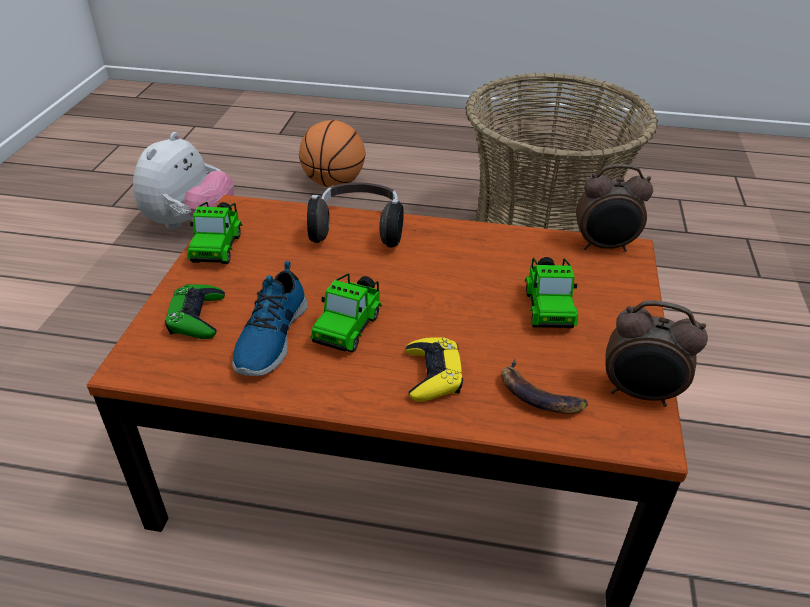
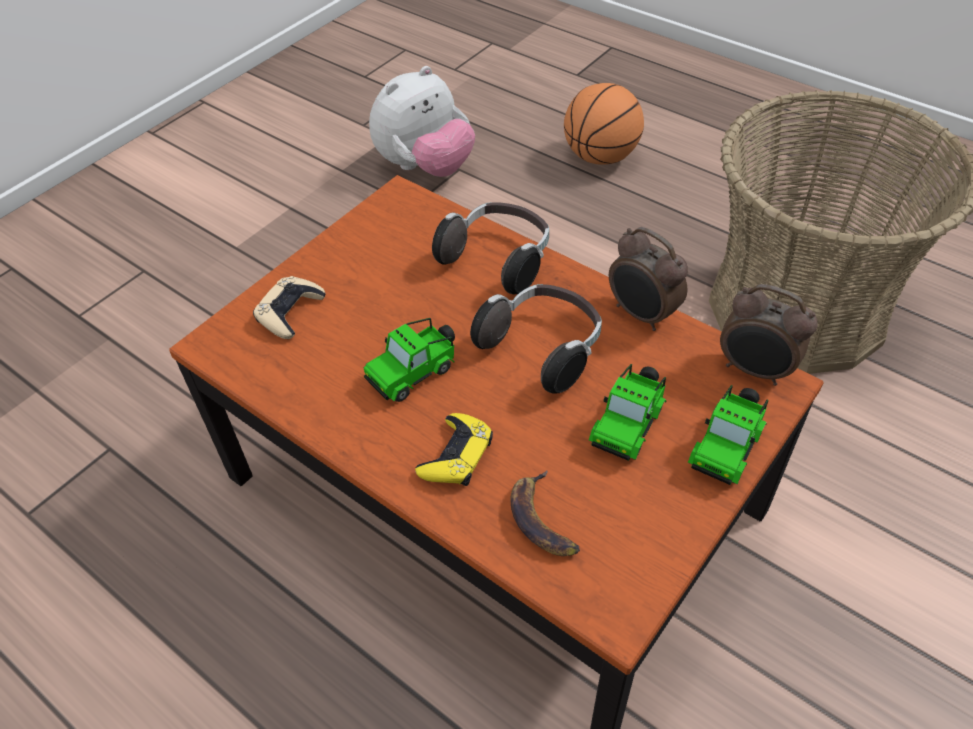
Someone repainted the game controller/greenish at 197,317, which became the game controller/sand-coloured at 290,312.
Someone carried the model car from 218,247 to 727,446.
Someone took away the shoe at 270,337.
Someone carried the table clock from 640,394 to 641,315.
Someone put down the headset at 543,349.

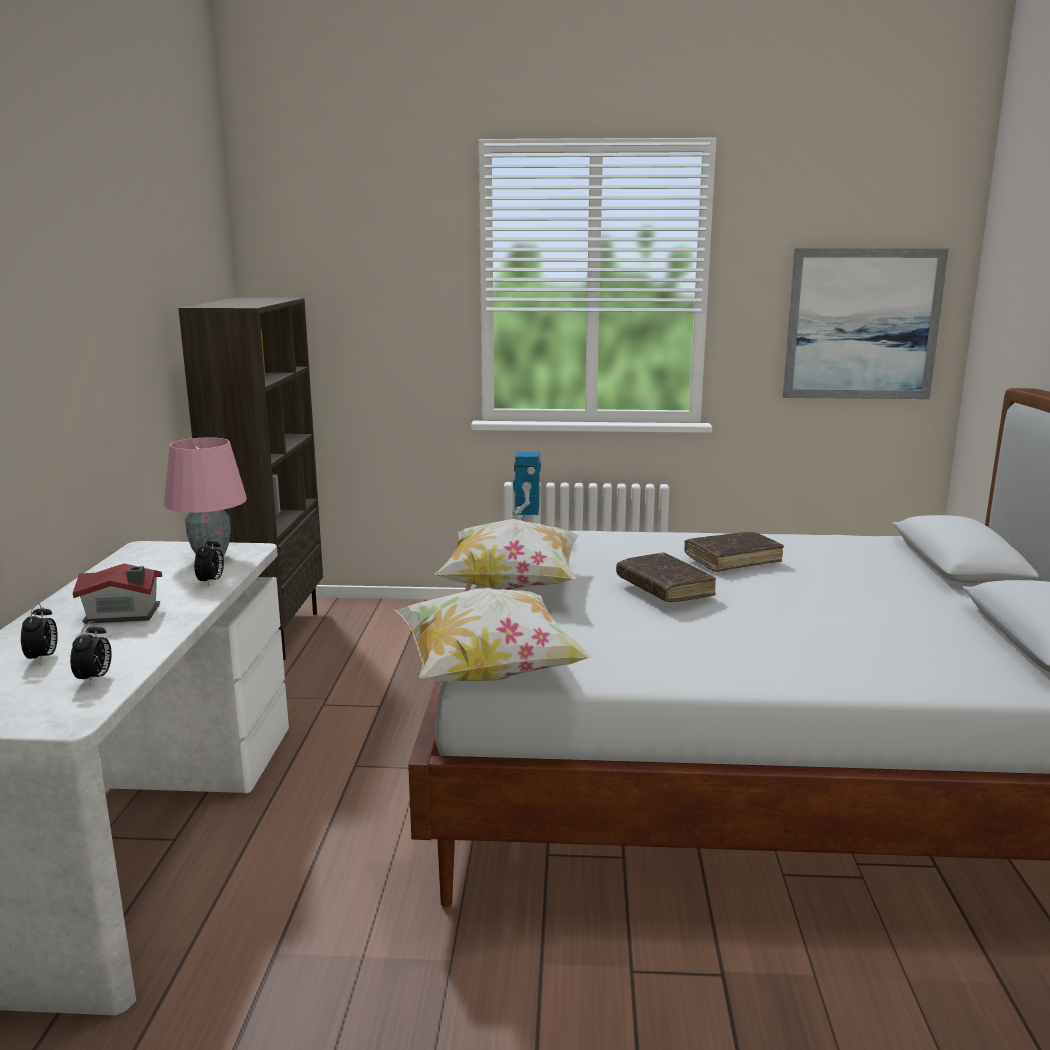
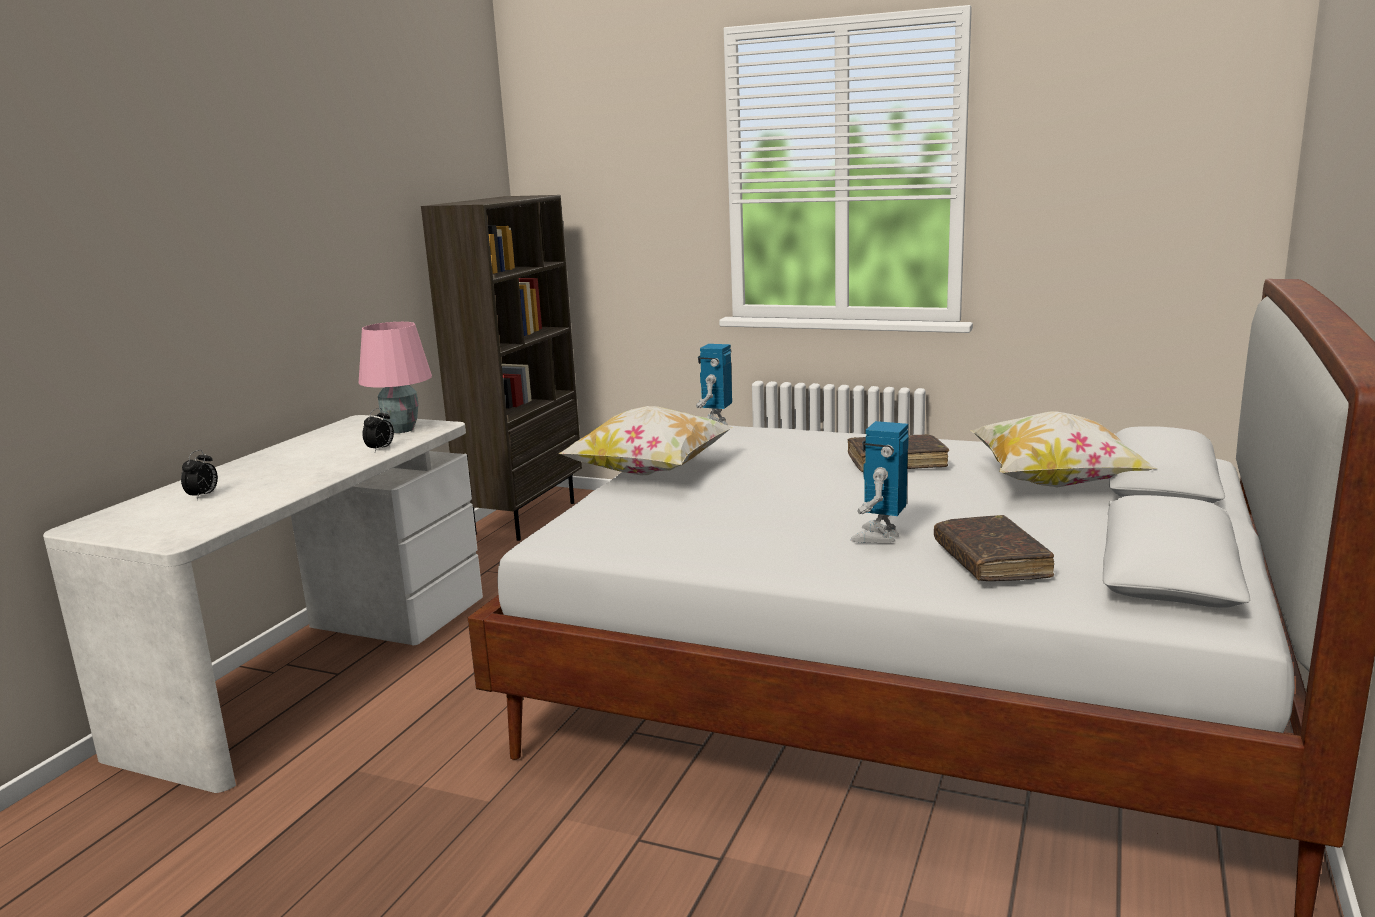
Someone took away the table clock at 95,678.
Someone took away the toy house at 124,614.
Someone carried the pillow from 488,671 to 1054,483.
Someone carried the bound book/brownish from 664,588 to 991,561.
Someone took away the wall art at 862,324.
Someone put down the robot figure at 879,536.

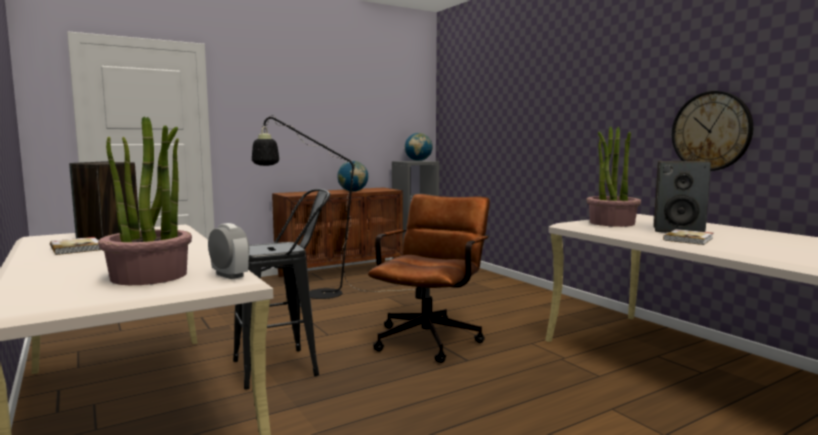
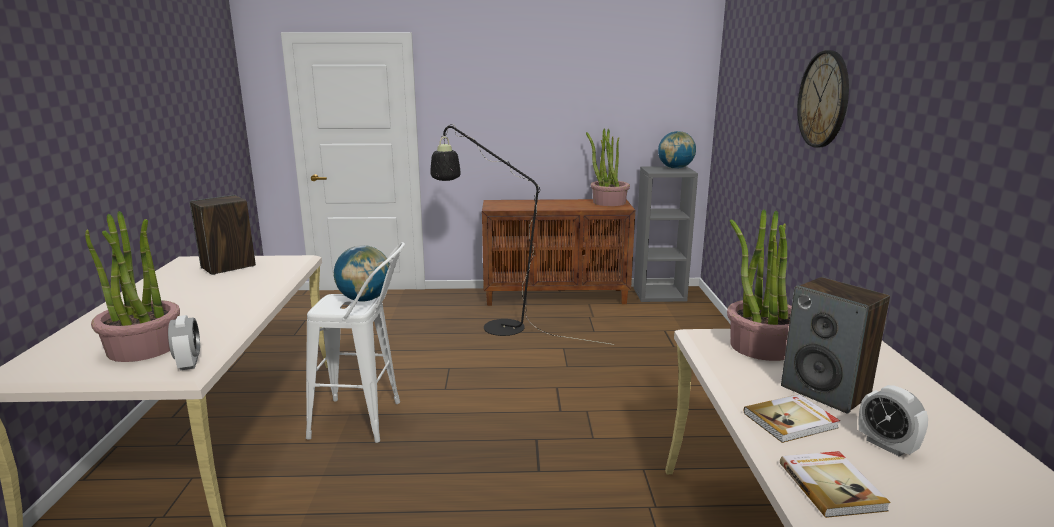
Someone carried the bound book from 76,248 to 832,486.
Someone repainted the sitting stool/blackish at 285,366, which became the sitting stool/whitish at 366,421.
Someone carried the globe from 353,191 to 365,299.
Someone took away the desk chair/brownish at 431,337.
Someone carried the wall clock from 711,131 to 823,99.
Someone put down the plant in a pot at 608,202.
Someone put down the table clock at 887,445.

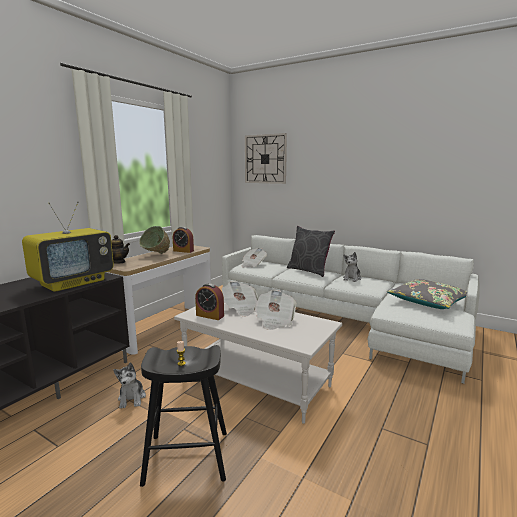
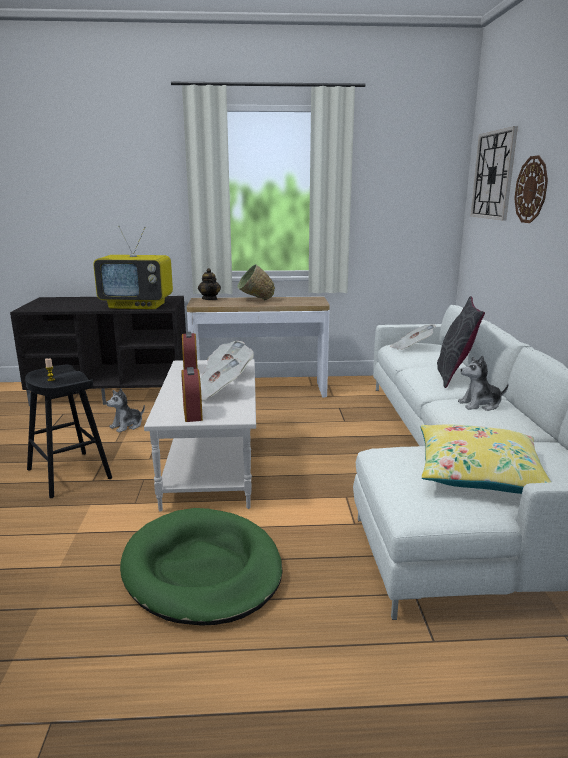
Someone carried the table clock from 183,251 to 192,414.
Someone repainted the pillow/gray at 428,301, which became the pillow/yellowish at 479,473.
Someone put down the dog cushion/greenish at 202,570.
Someone put up the wall clock at 531,190.

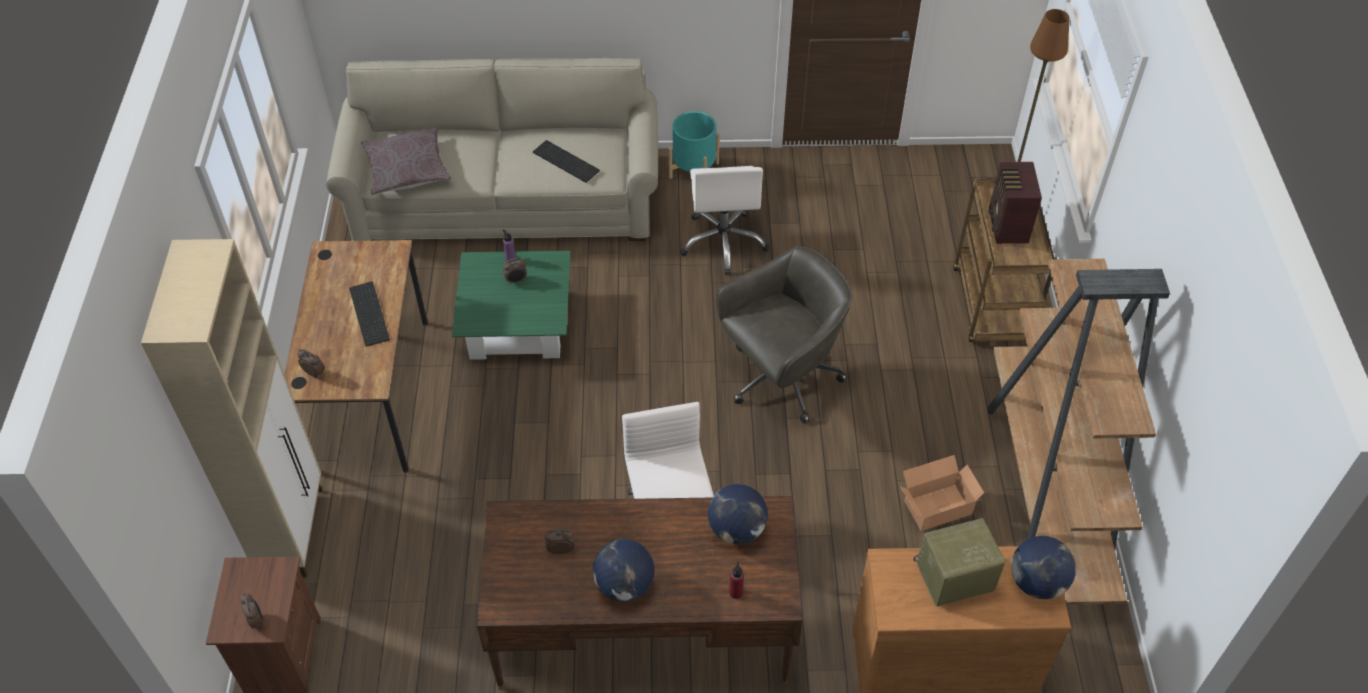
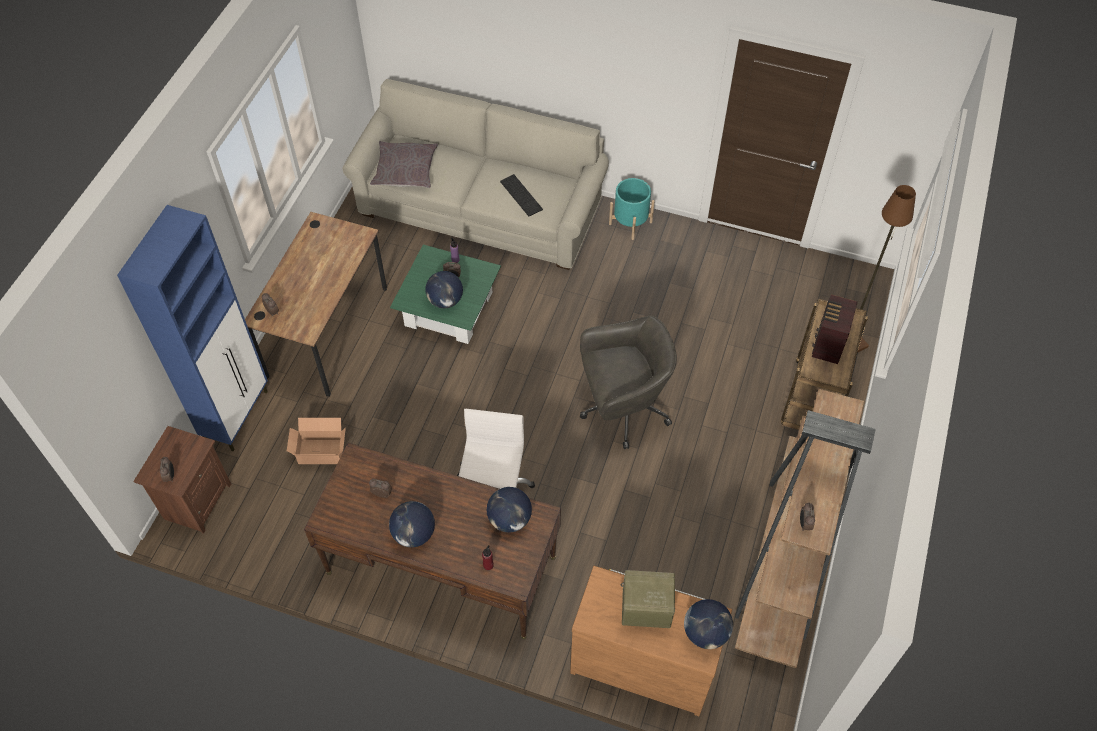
Someone repainted the storage cabinet/sand-coloured at 293,531, which became the storage cabinet/blue-coloured at 237,415.
Someone took away the PC keyboard at 371,314.
Someone took away the desk chair/whitish at 723,242.
Someone carried the packing box from 935,506 to 320,450.
Someone put down the globe at 445,301.
Someone put down the table clock at 804,524.

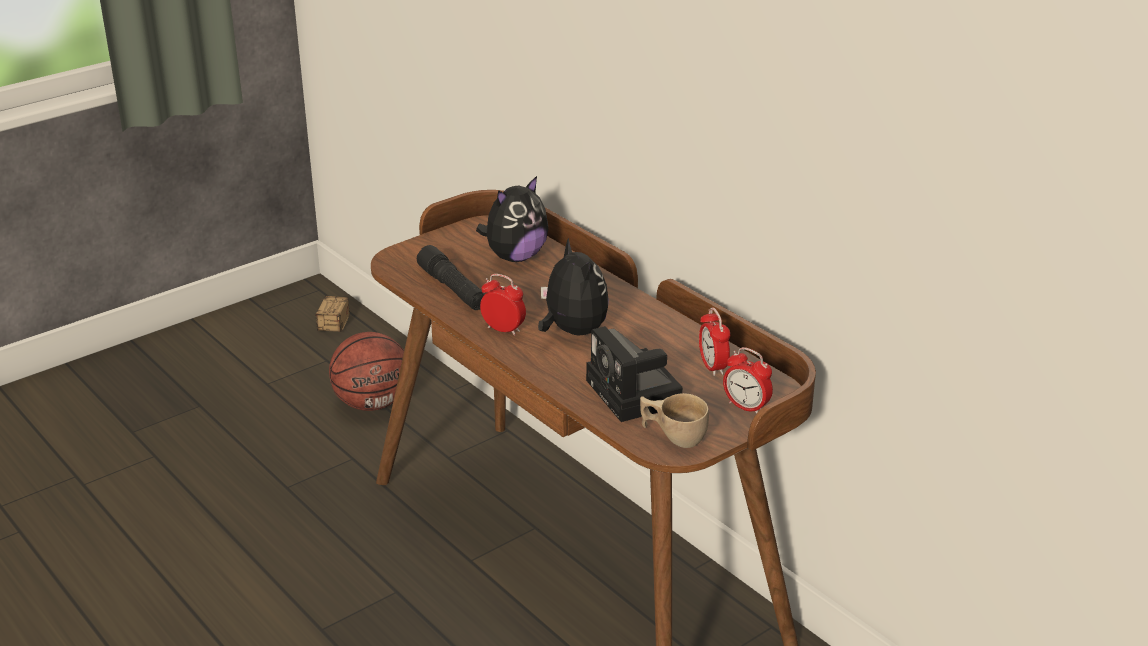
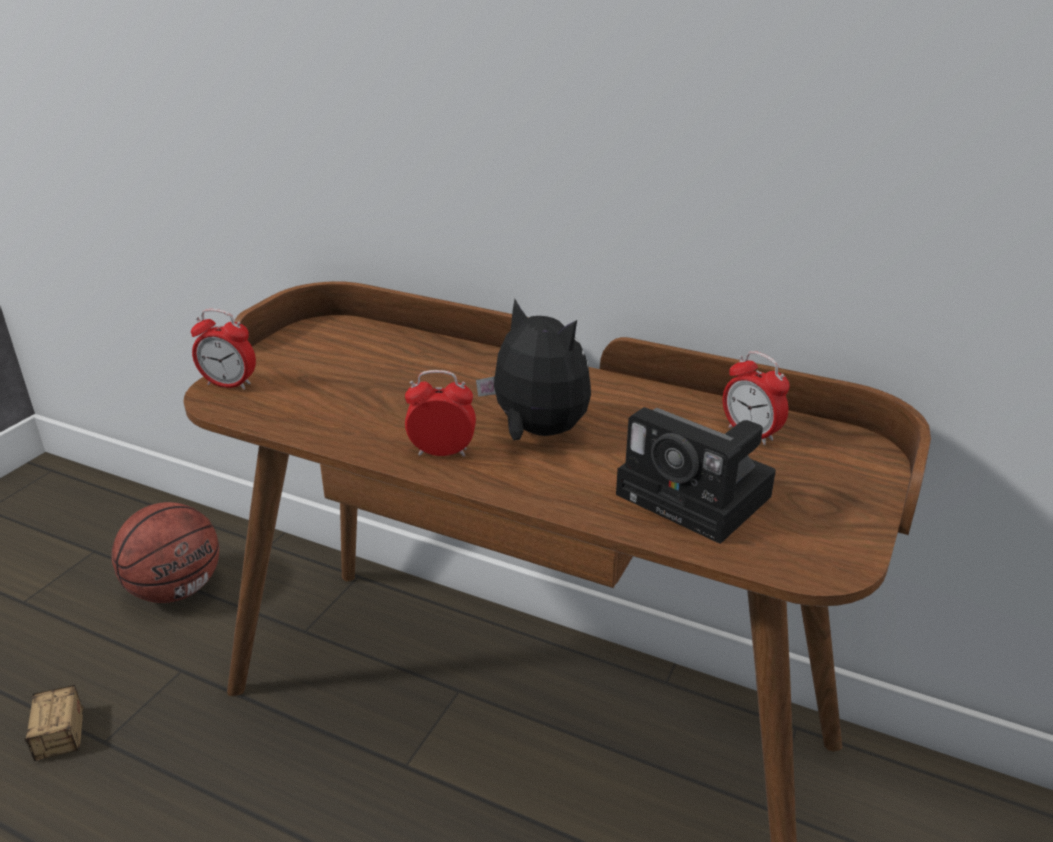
Someone carried the storage bin from 327,336 to 56,766.
Someone took away the hand torch/blackish at 453,289.
Someone took away the soft toy at 515,257.
Someone took away the cup/sand-coloured at 673,436.
Someone carried the table clock from 746,407 to 229,384.

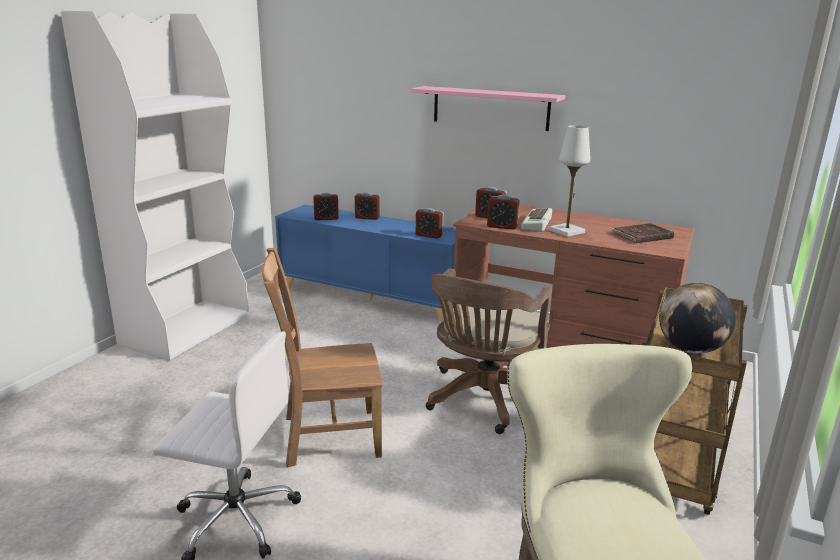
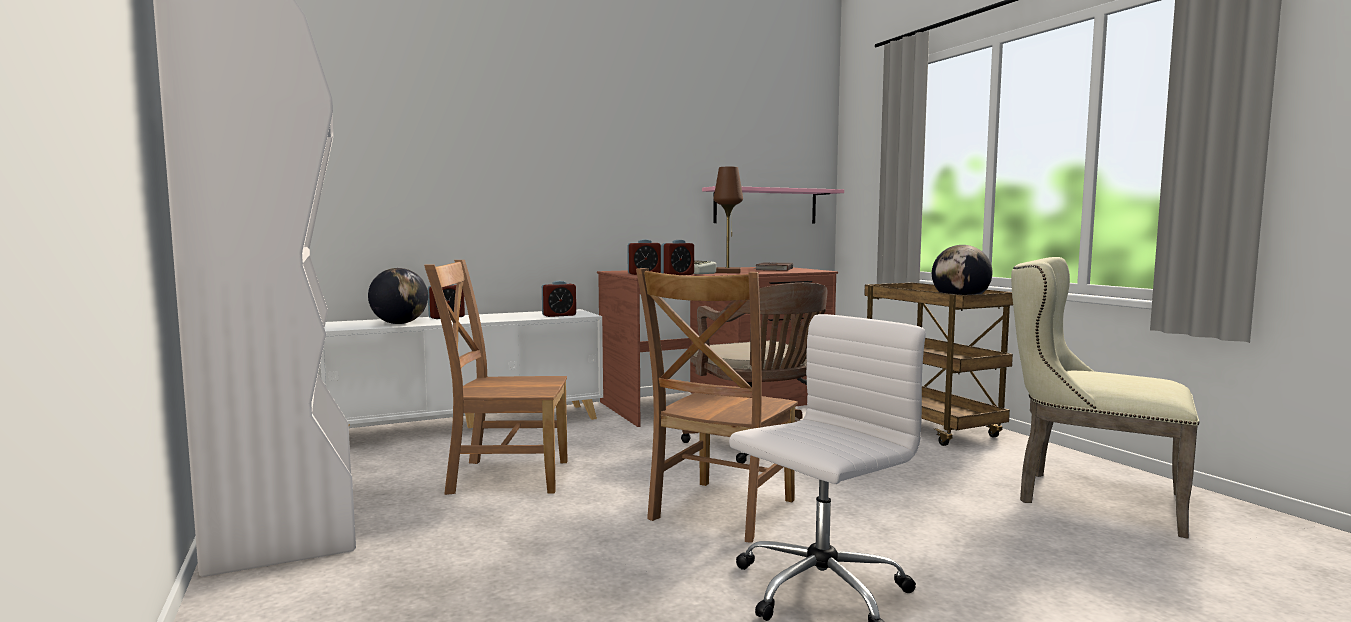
Someone repainted the storage cabinet/blue-coloured at 372,298, which became the storage cabinet/whitish at 470,425.
Someone swapped the table clock at 326,218 for the globe at 399,323.
Someone carried the wall shelf/pink from 490,108 to 765,206.
Someone repainted the table lamp/whitish at 567,231, which became the table lamp/brownish at 727,272.
Someone put down the plain chair/brownish at 503,476.

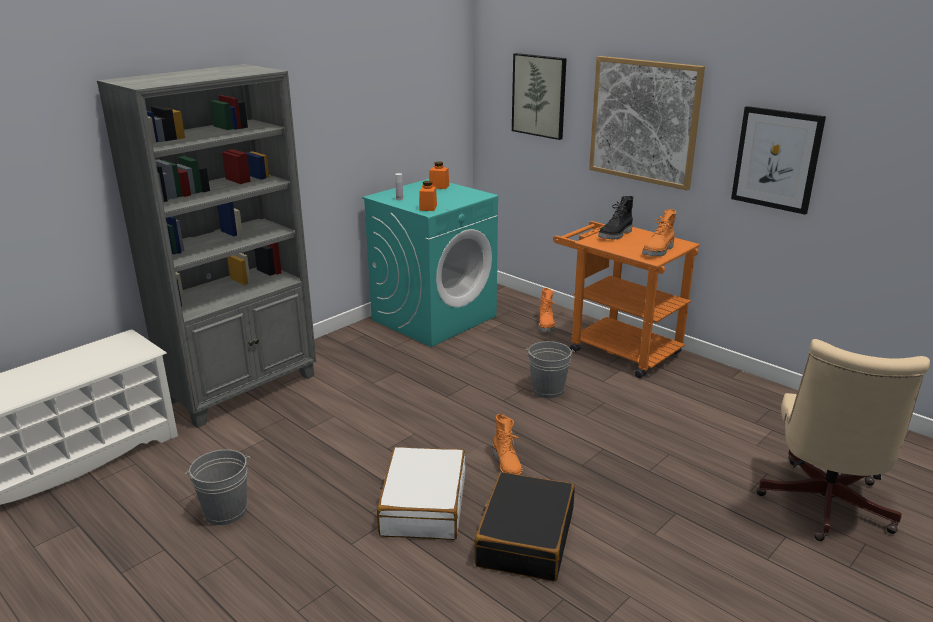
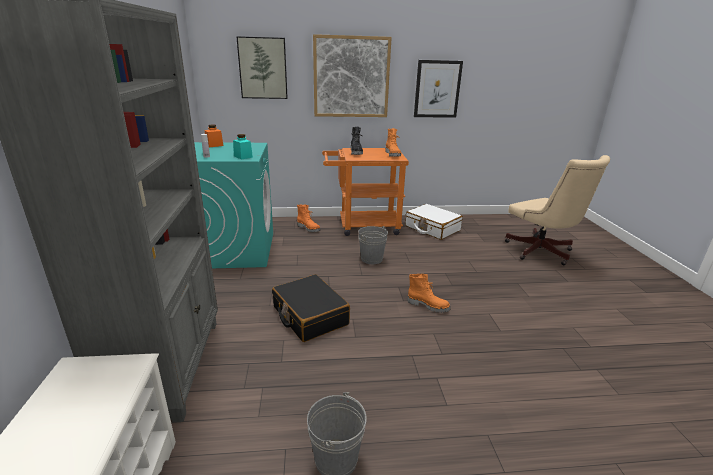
Someone carried the travel case/whitish from 423,505 to 432,228.
Someone repainted the jar/orange at 428,208, which became the jar/turquoise at 243,156.
Someone carried the travel case/blackish from 525,538 to 309,316.

